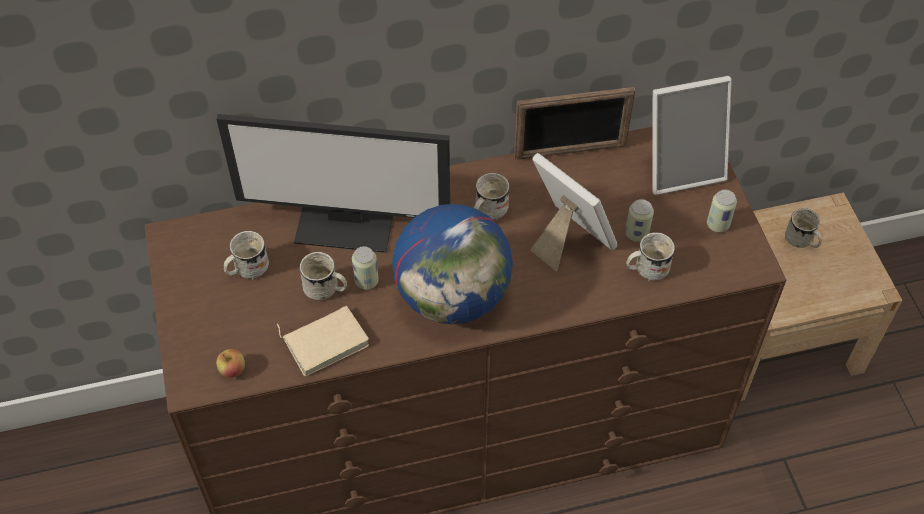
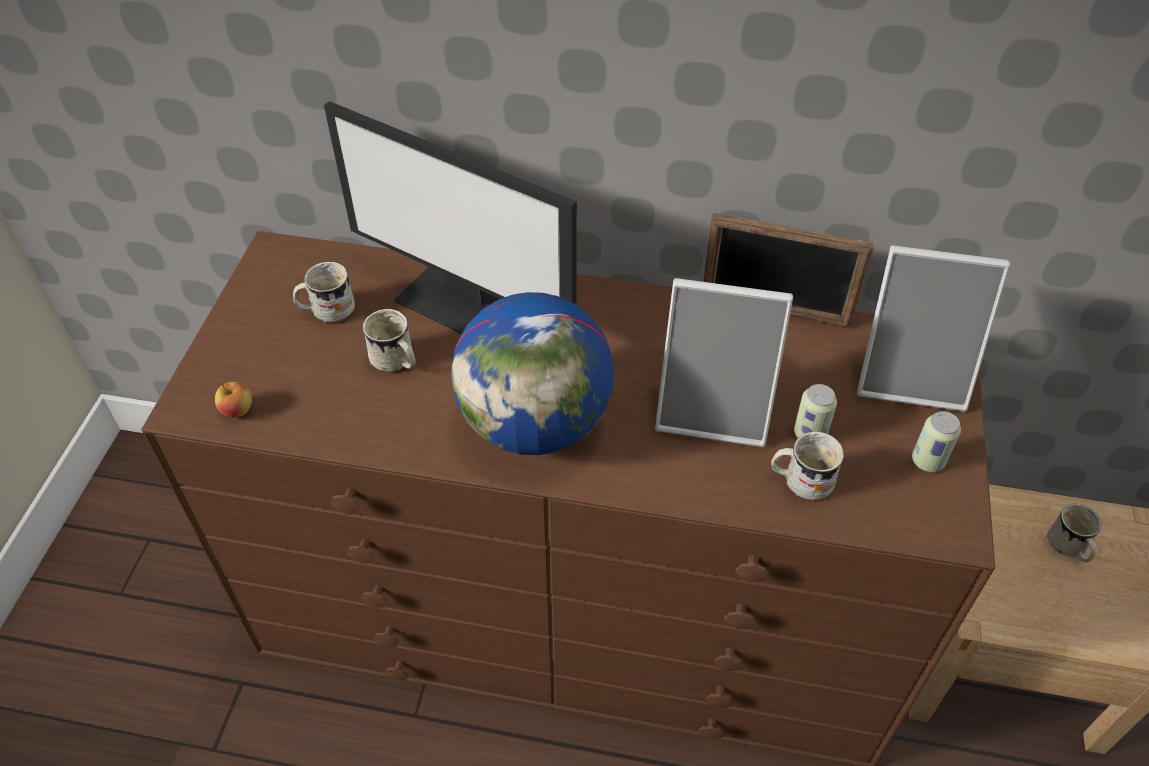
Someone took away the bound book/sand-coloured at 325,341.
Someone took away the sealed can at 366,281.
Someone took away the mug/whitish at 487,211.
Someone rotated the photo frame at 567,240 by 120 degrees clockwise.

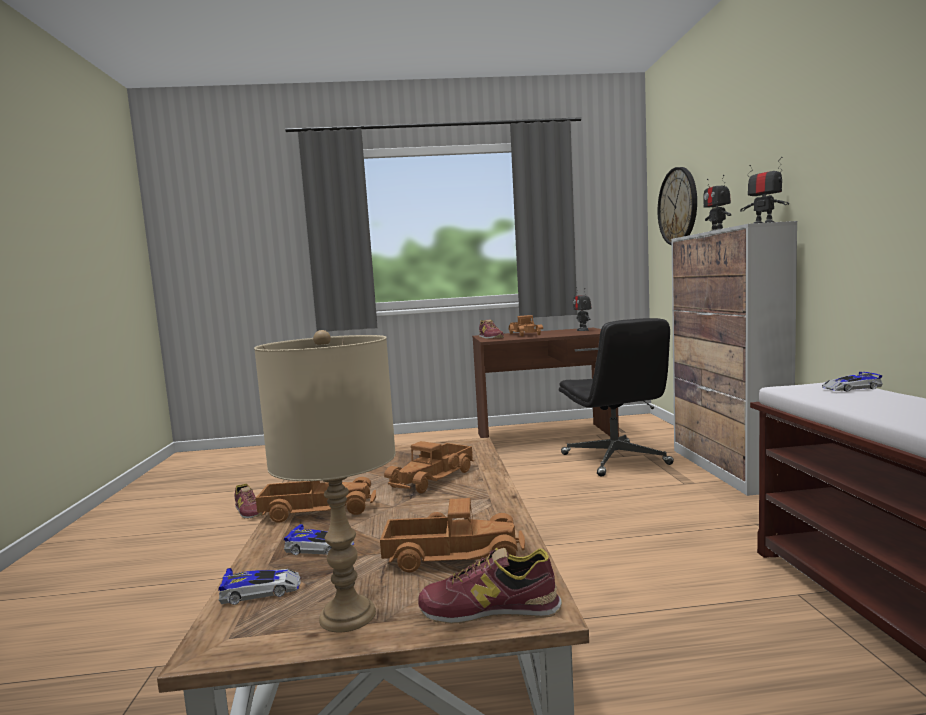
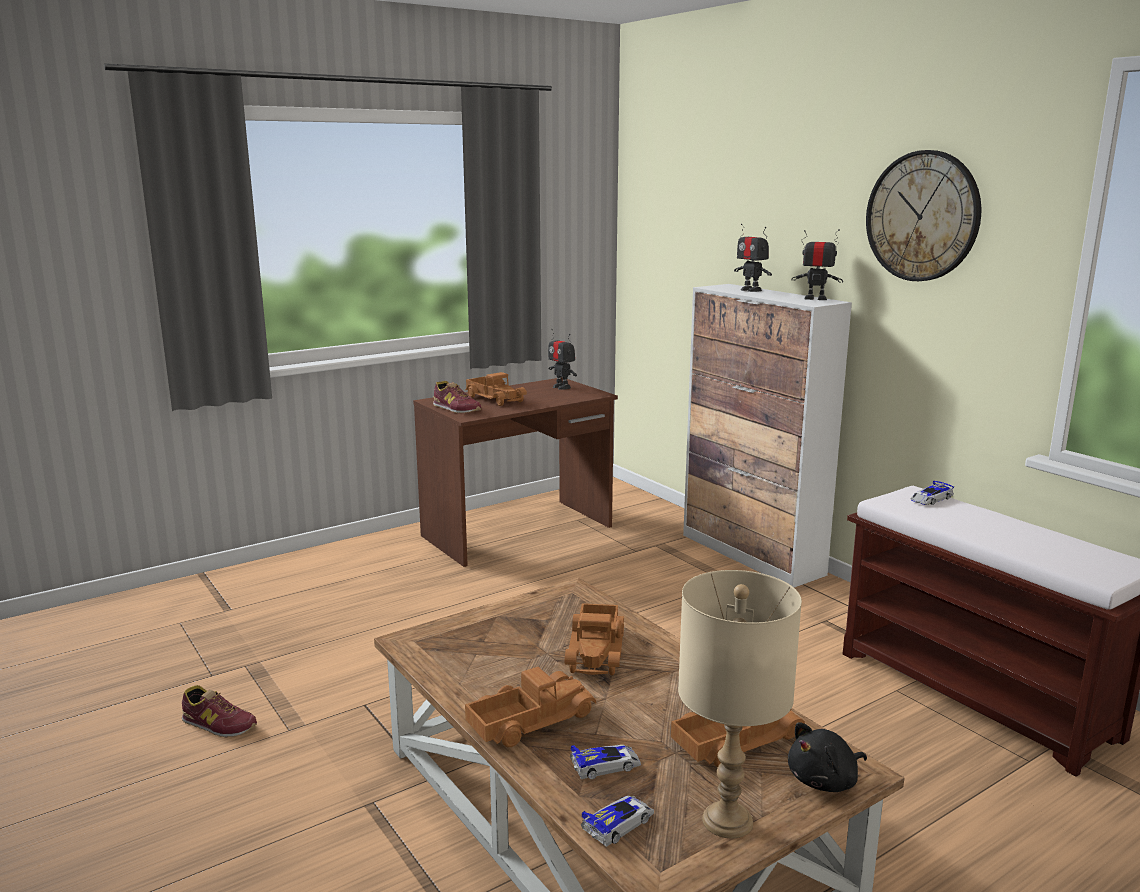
Someone swapped the shoe at 490,608 for the soft toy/blackish at 825,781.
Someone took away the desk chair/blackish at 615,459.
Someone carried the wall clock from 678,206 to 922,216.

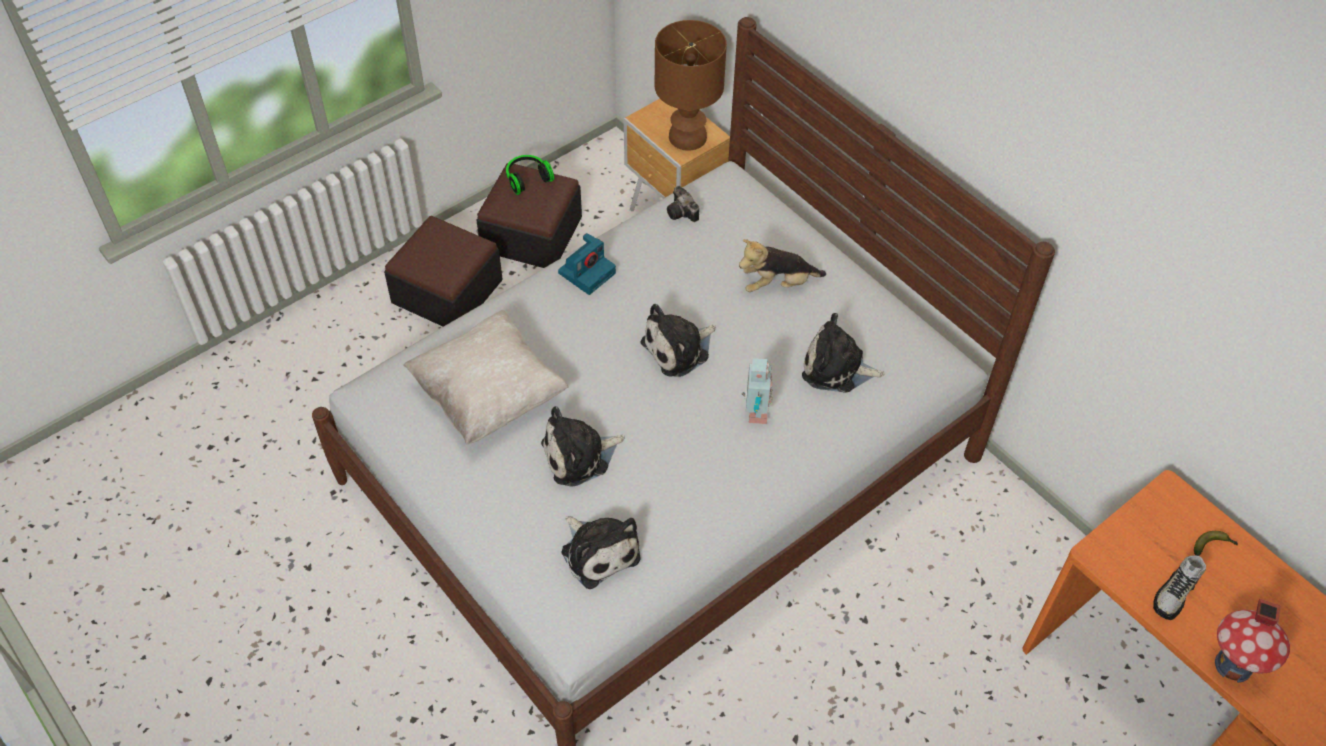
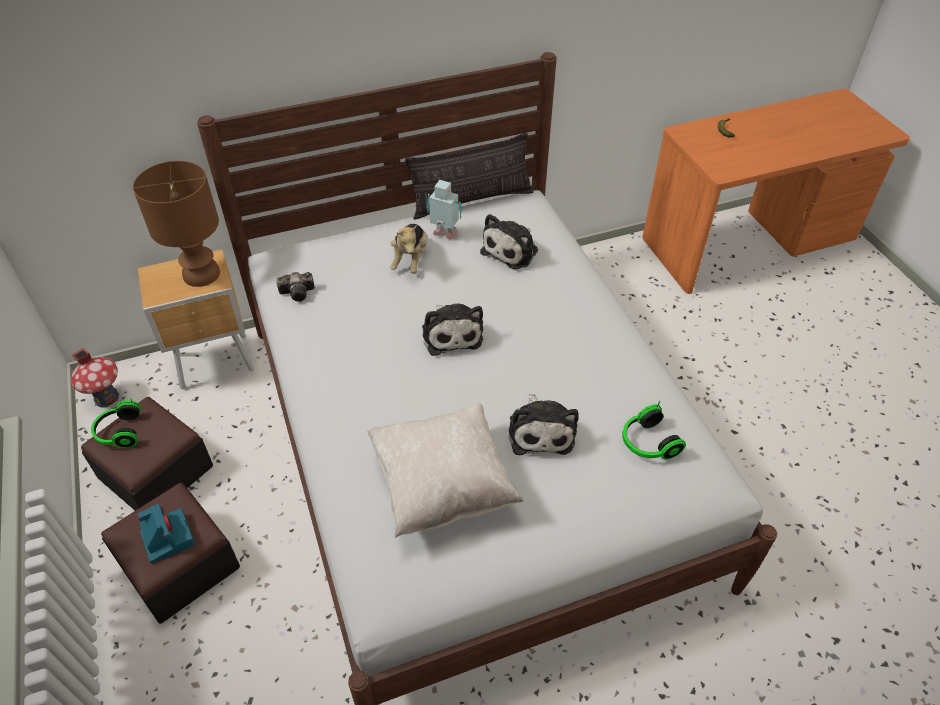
Someone carried the still camera from 587,272 to 167,537.
Someone swapped the soft toy at 598,551 for the headset at 647,443.
Someone carried the robot figure from 755,413 to 445,235.
Someone took away the shoe at 1174,594.
Someone carried the toy house from 1233,665 to 107,398.
Someone put down the pillow at 471,201.

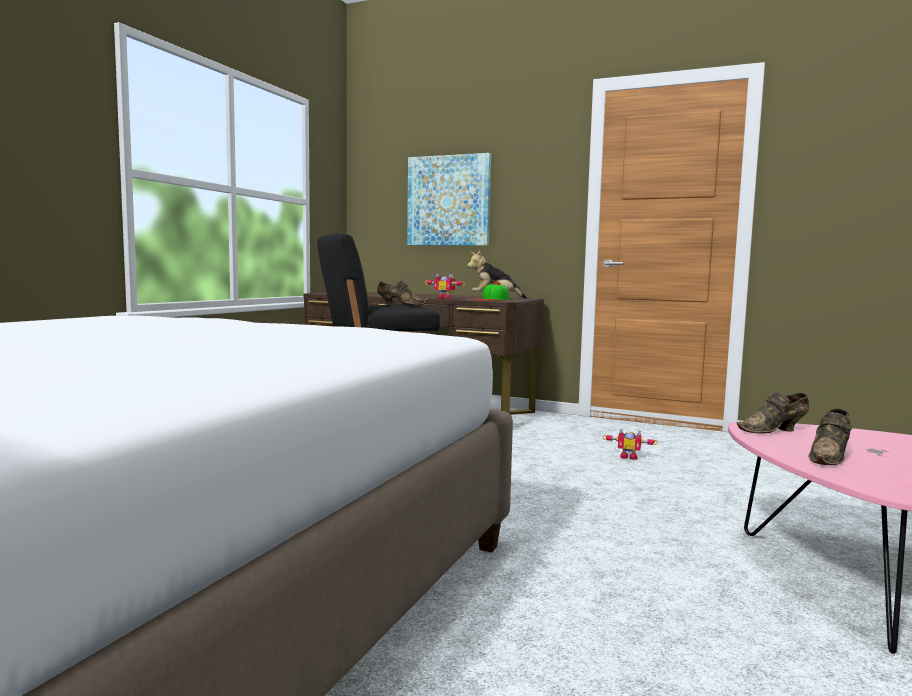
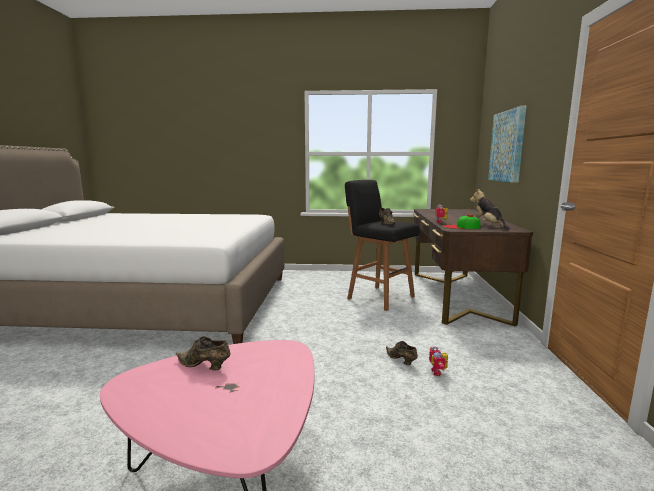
Someone carried the shoe/brownish from 774,431 to 401,360.

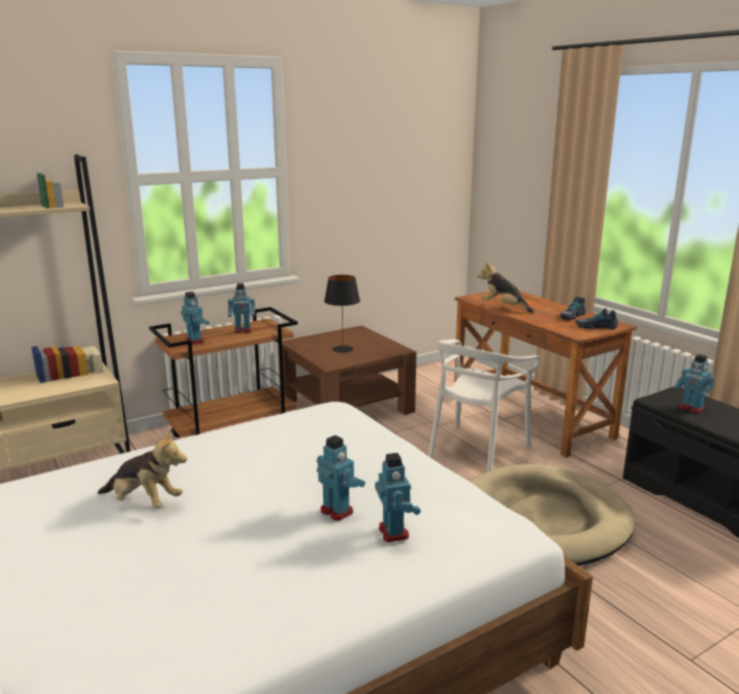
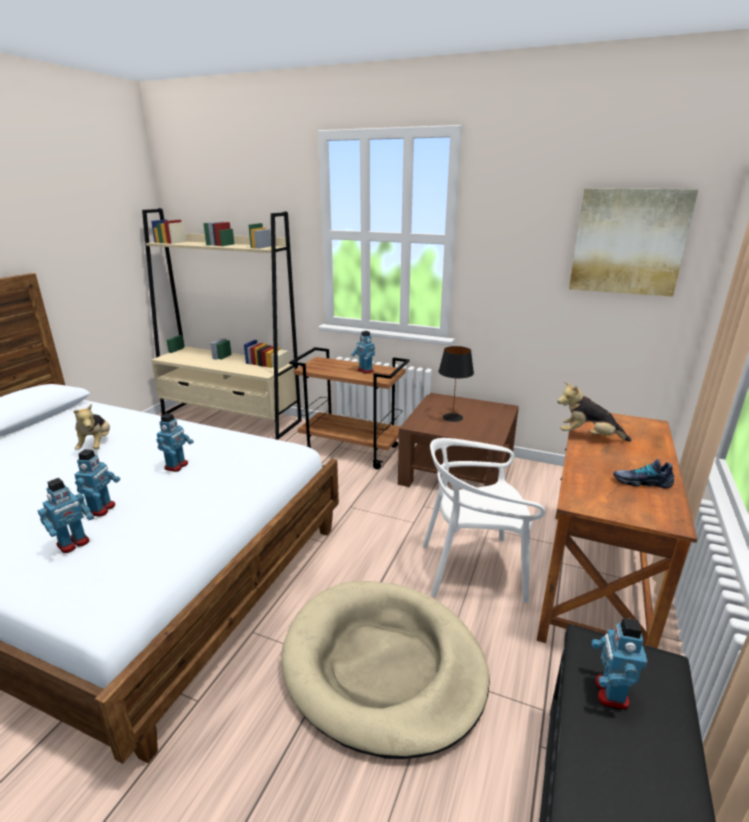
Someone carried the robot figure from 195,341 to 177,466.
Someone rotated the soft toy at 503,307 by 75 degrees counterclockwise.
Someone took away the shoe at 596,326.
Someone put up the wall art at 628,242.

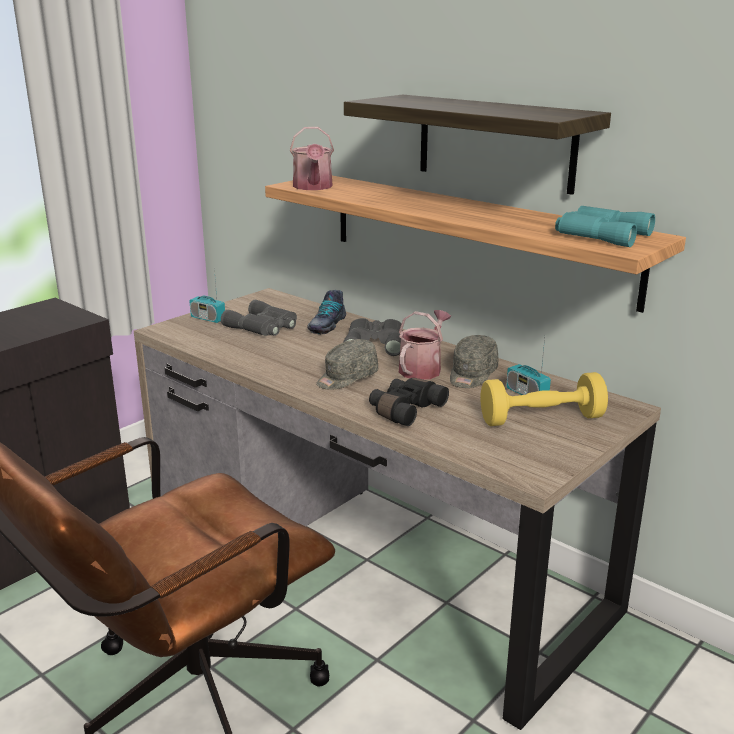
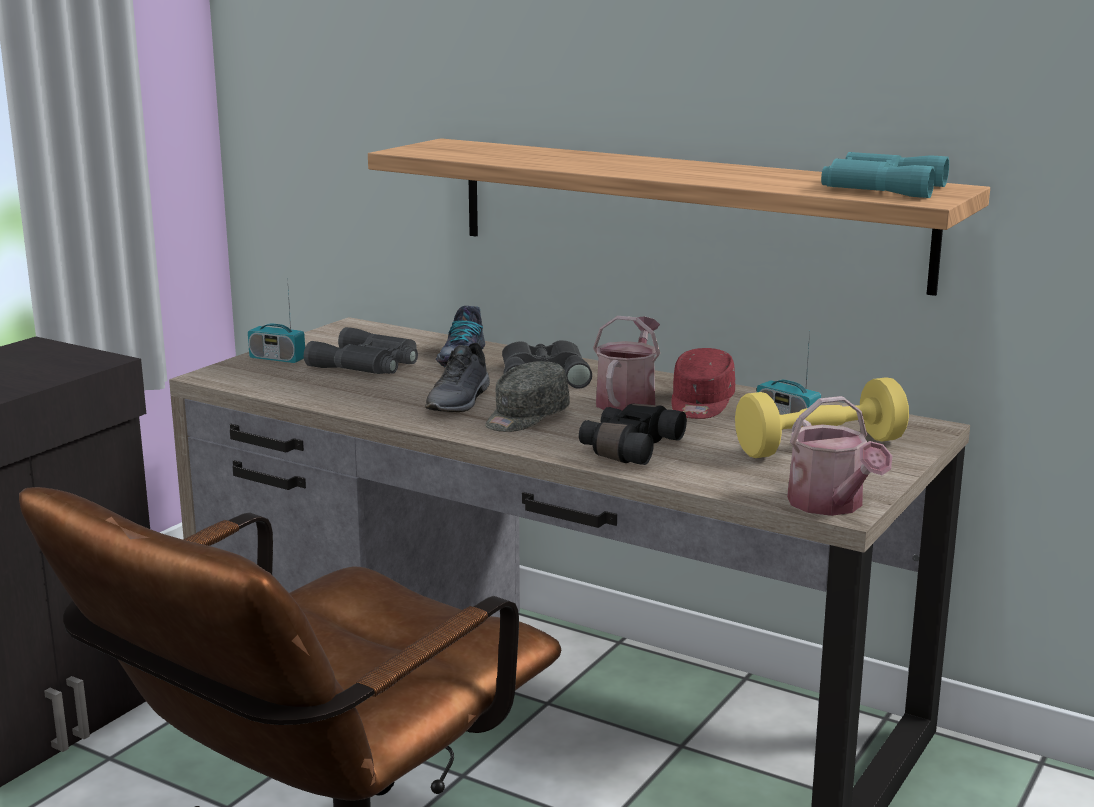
Someone carried the watering can from 313,187 to 830,505.
Someone took away the wall shelf at 495,142.
Someone repainted the cap/gray at 472,375, which became the cap/red-coloured at 701,404.
Someone put down the shoe/gray at 460,401.

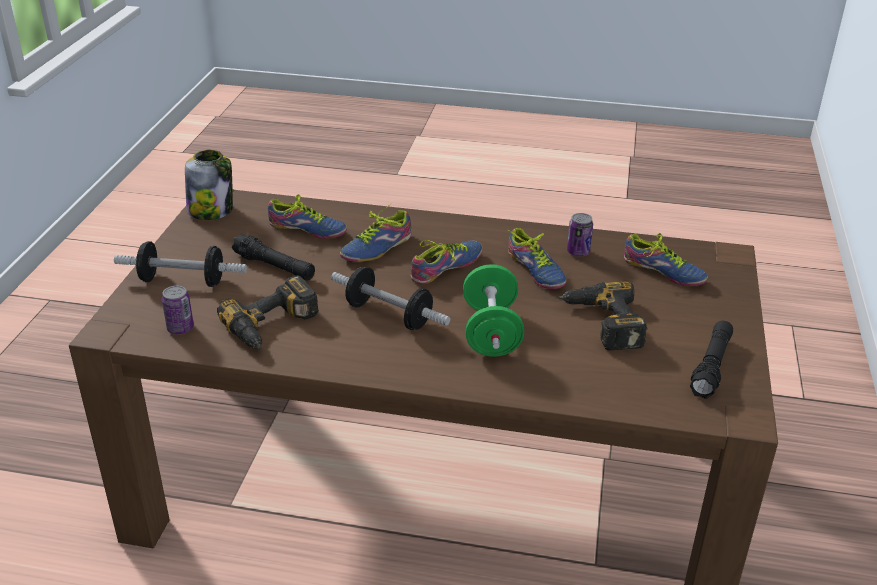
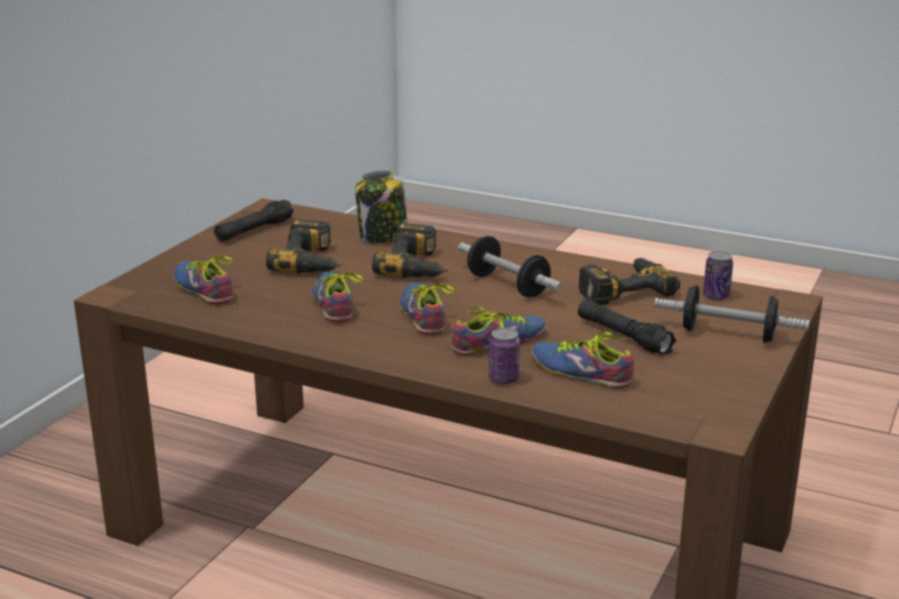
Someone carried the jar from 211,210 to 383,237.
Someone rotated the shoe at 448,268 by 105 degrees clockwise.
Someone swapped the hand weight/greenish at 491,332 for the electric drill at 418,265.
Someone carried the sealed can from 578,252 to 503,379.

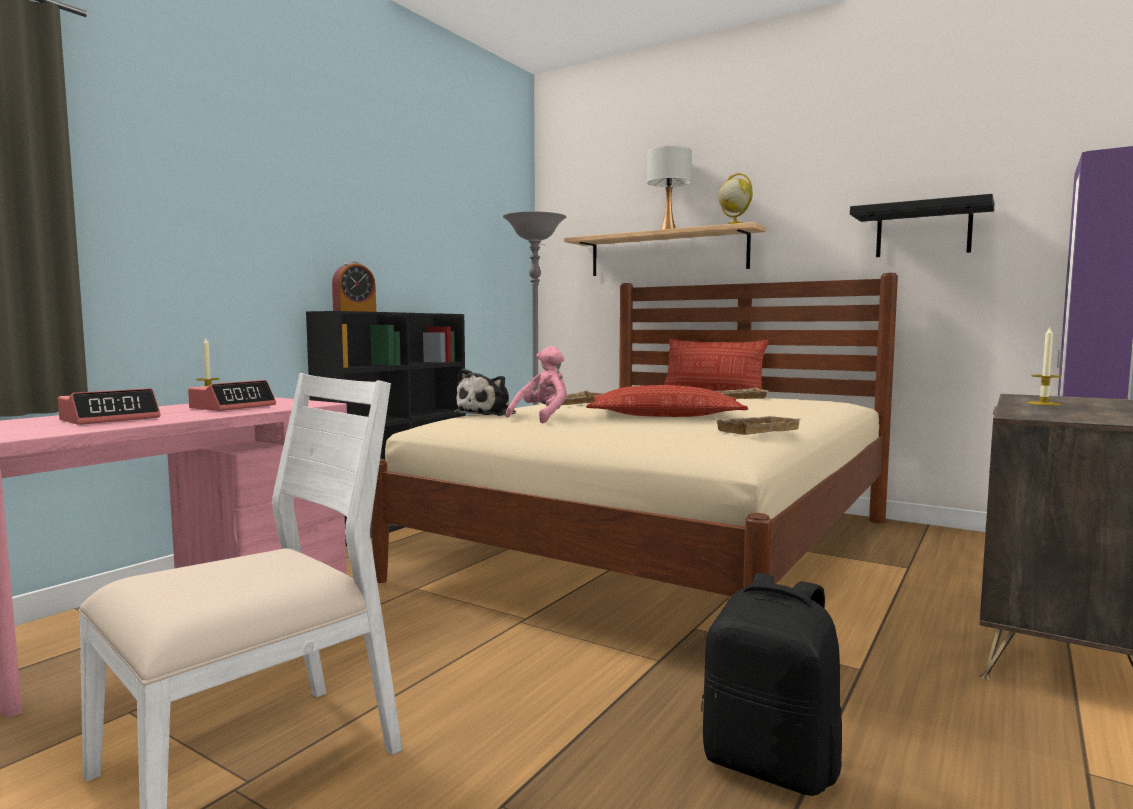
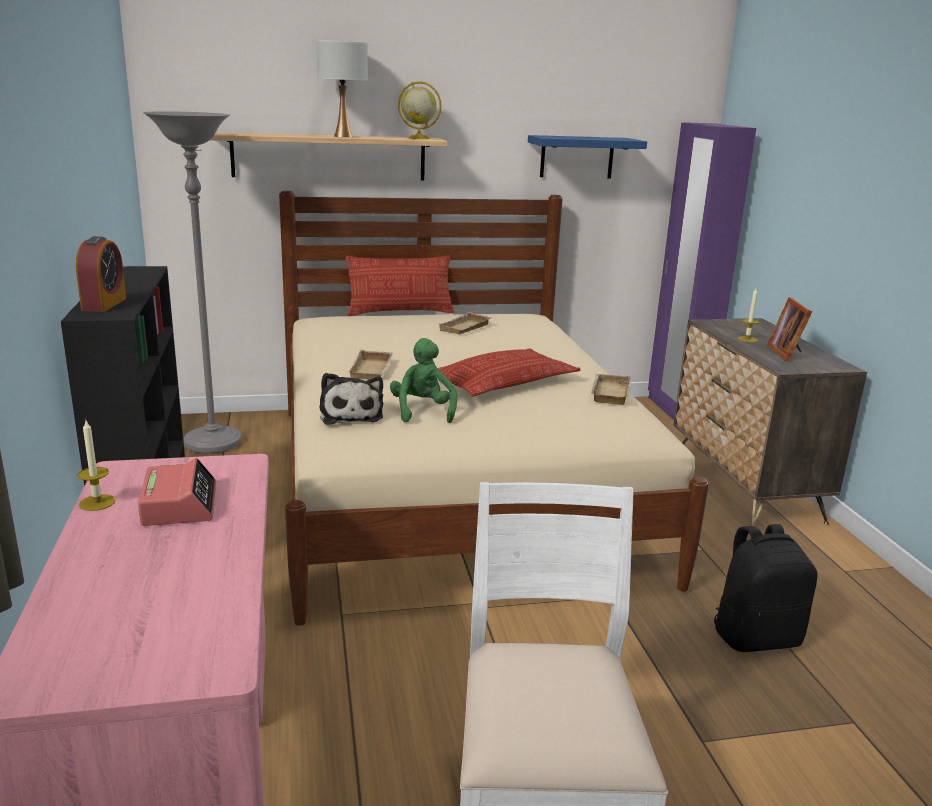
Someone took away the table clock at 111,419.
Someone repainted the soft toy/pink at 543,418, which became the soft toy/greenish at 423,411.
Someone repainted the wall shelf/blackish at 923,231, which became the wall shelf/blue-coloured at 577,157.
Someone put down the photo frame at 787,353.

